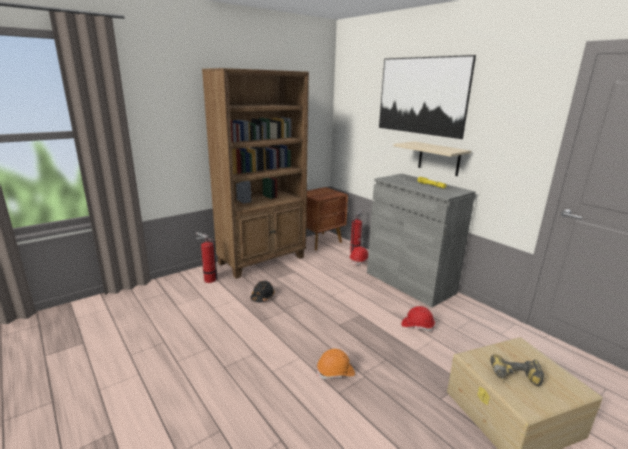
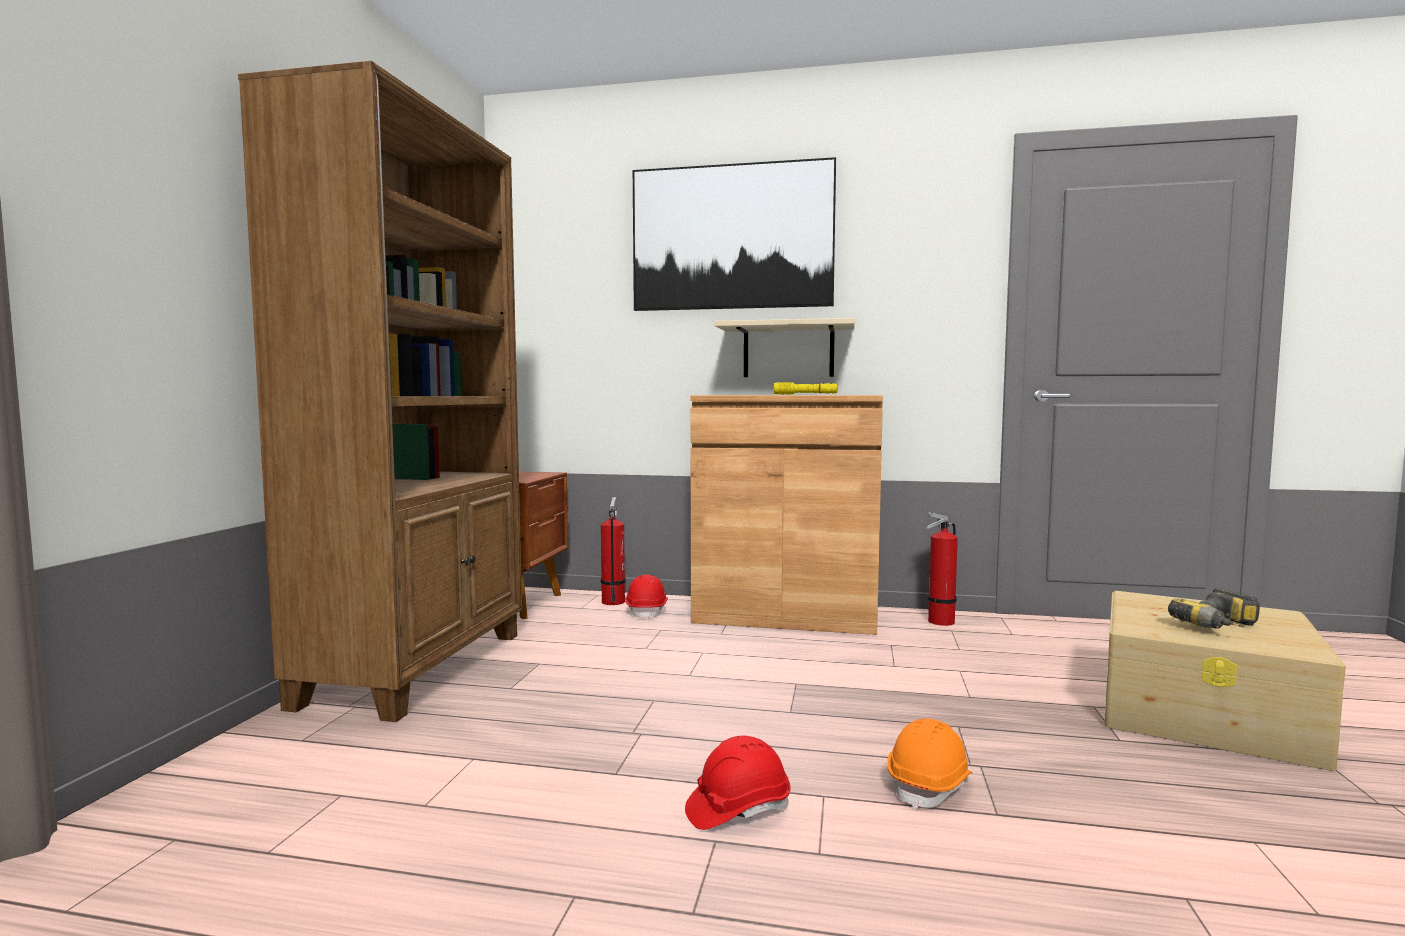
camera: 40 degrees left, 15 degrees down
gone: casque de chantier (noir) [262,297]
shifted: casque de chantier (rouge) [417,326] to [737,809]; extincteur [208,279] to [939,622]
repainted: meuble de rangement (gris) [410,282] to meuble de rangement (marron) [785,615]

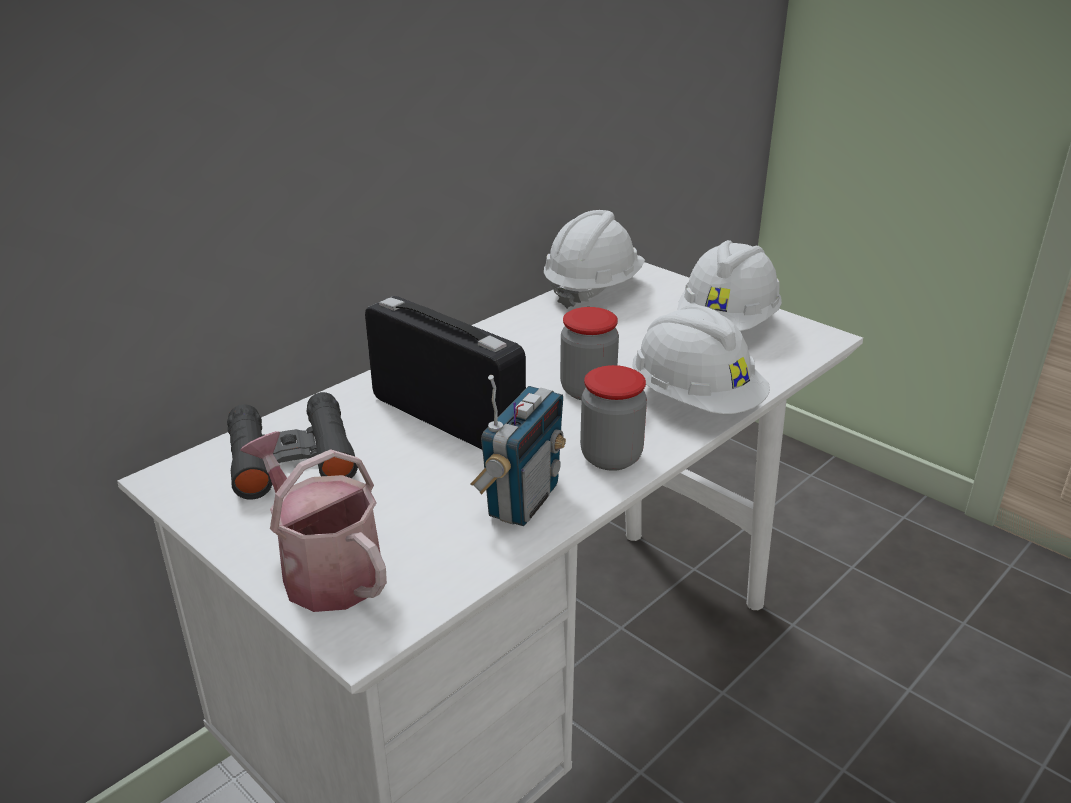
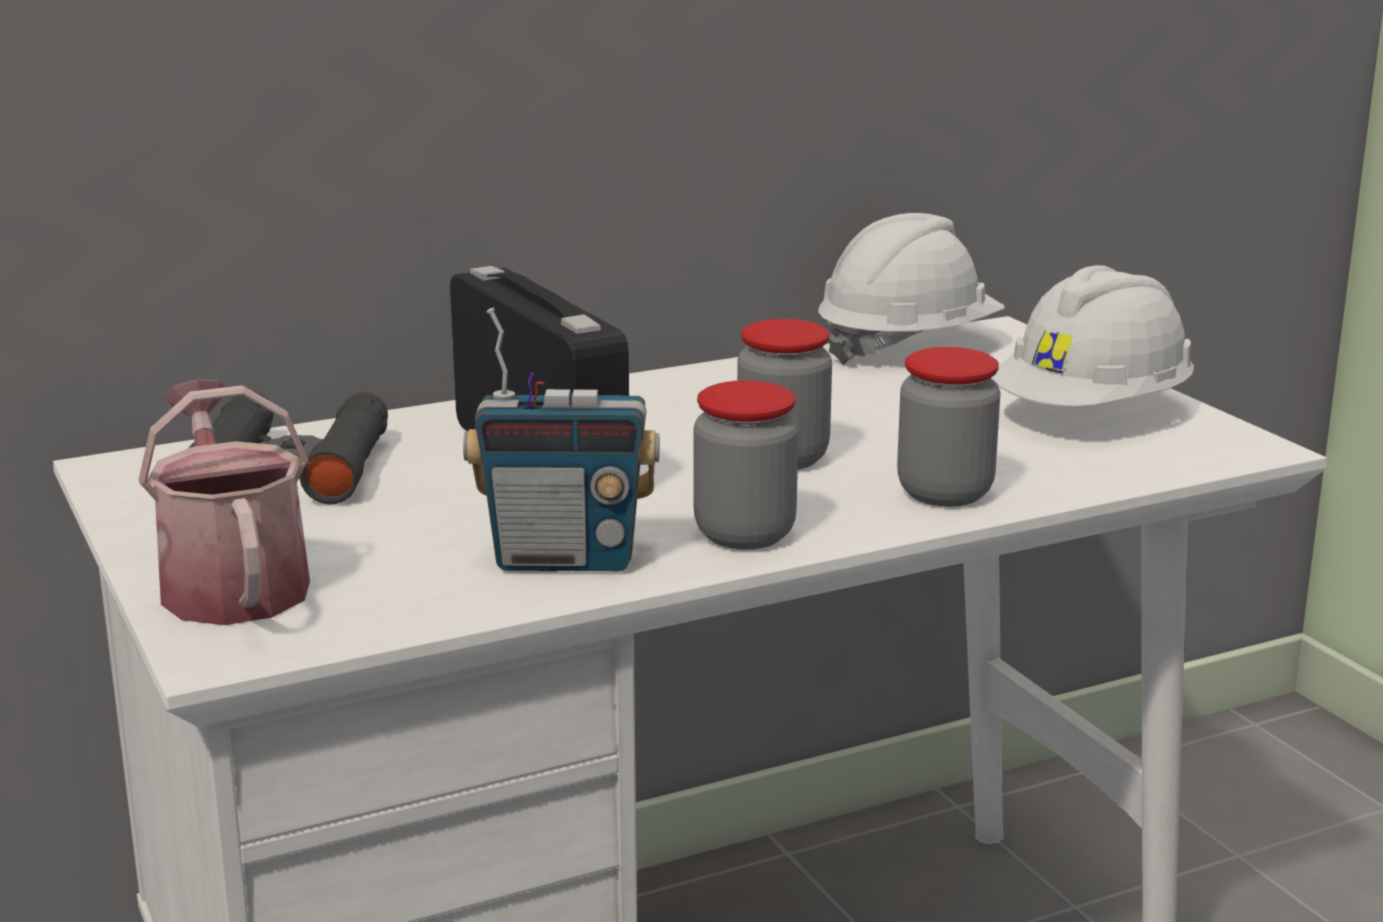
camera: 20 degrees right, 10 degrees down
swapped: casque de chantier (blanc) [695,401] to bocal [945,493]
rotated: radio [522,501] = [565,559] 45 degrees clockwise

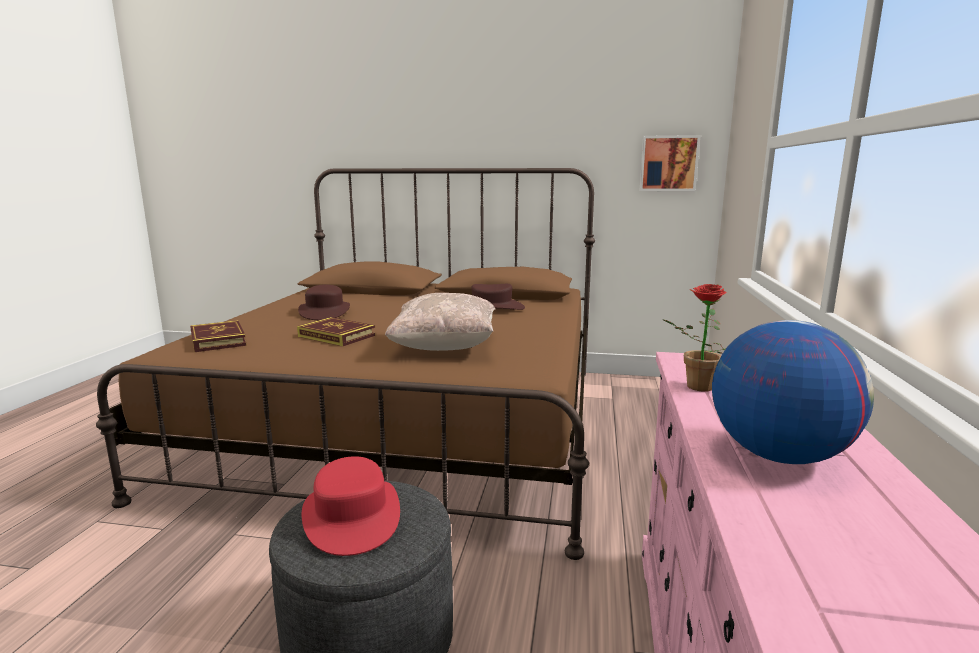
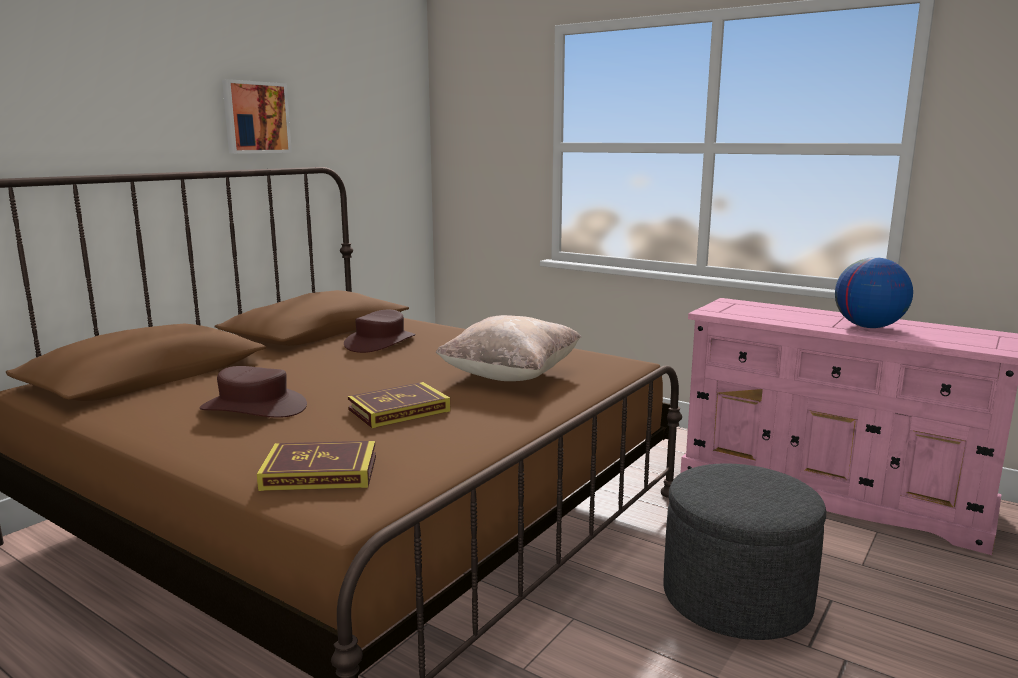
camera: 65 degrees left, 0 degrees up
gone: chapeau (rouge) [351,516]; plante en pot [695,387]
shifted: tableau [668,163] to [255,117]

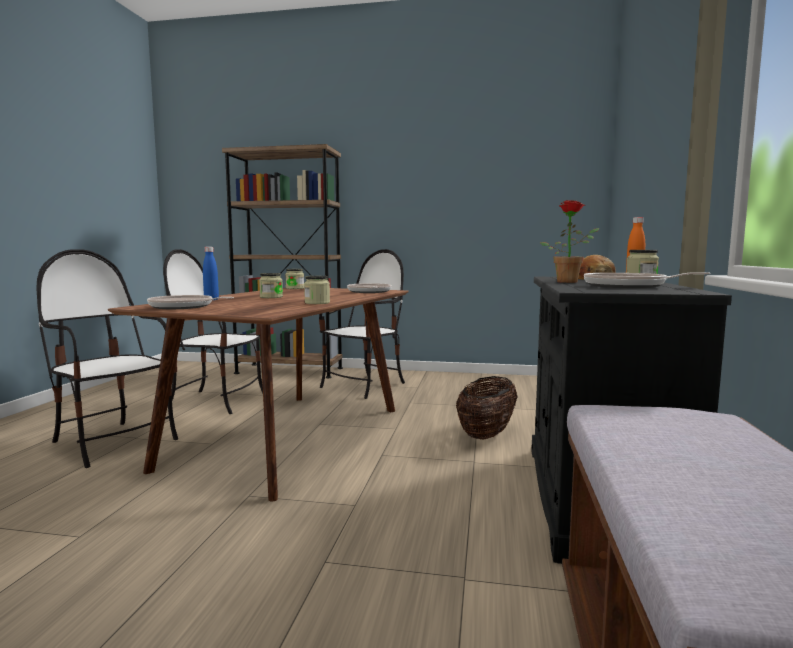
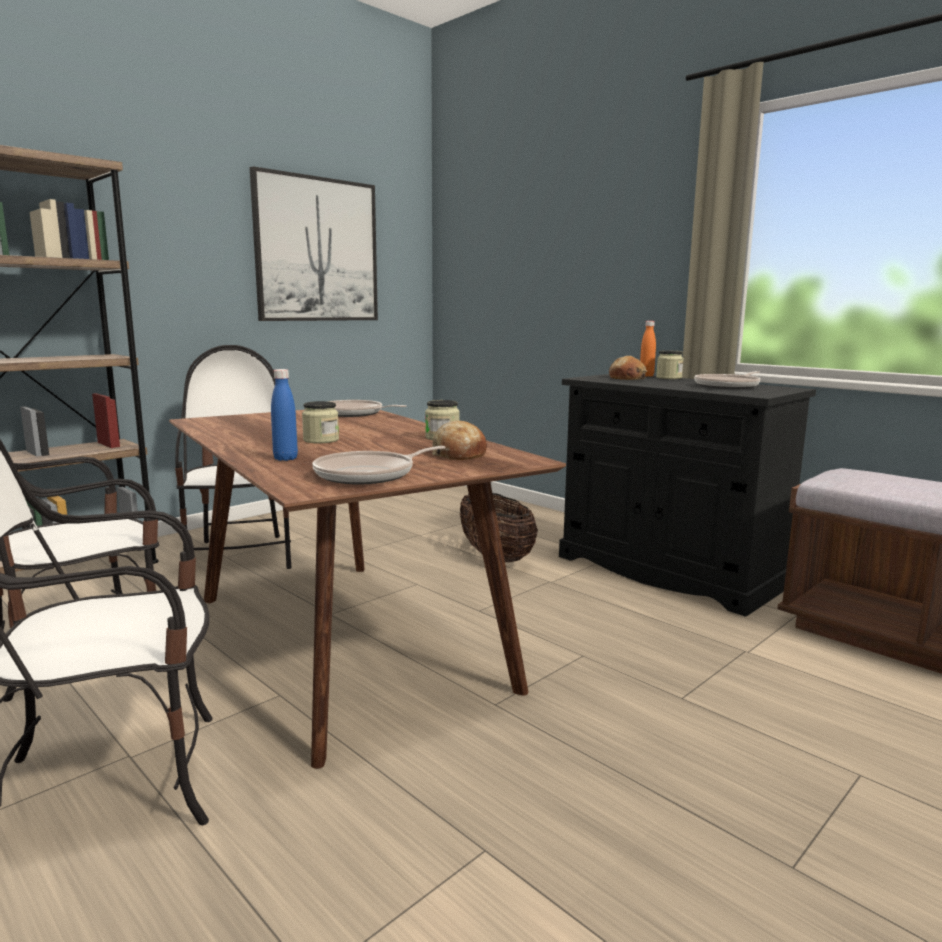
camera: 55 degrees left, 5 degrees up
gone: bocal [295,288]; plante en pot [570,281]
new: tableau [317,250]; pain [459,454]

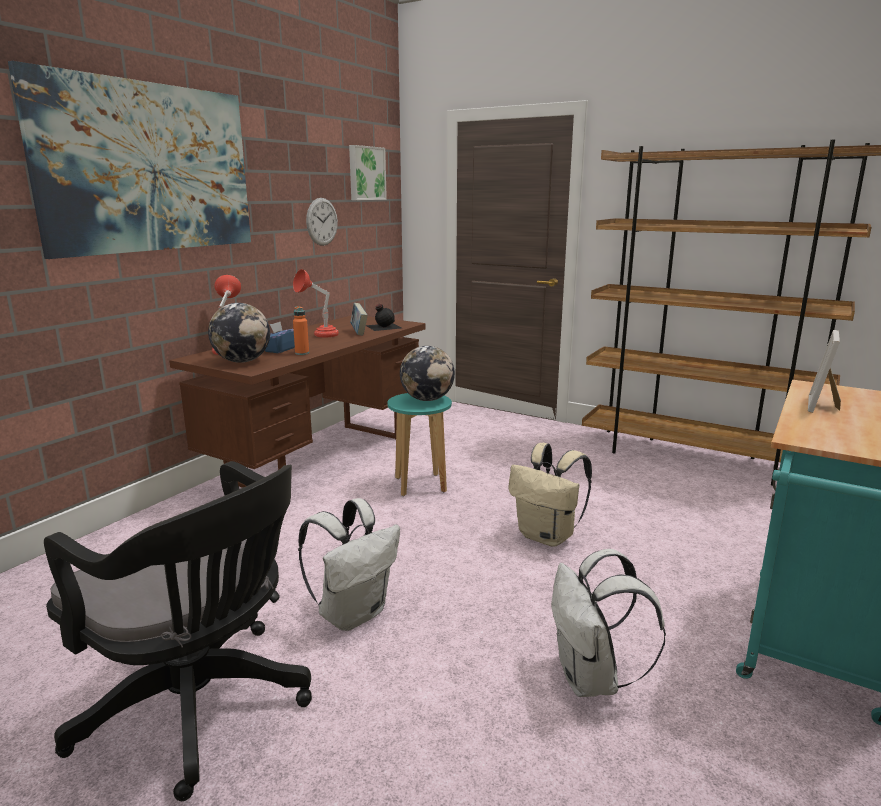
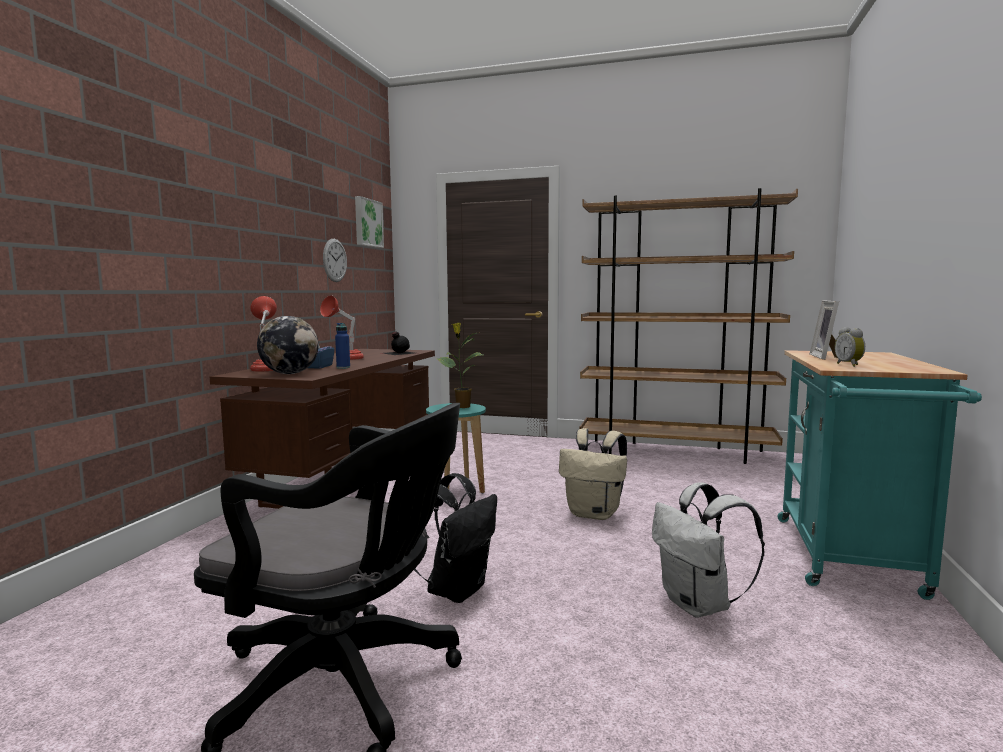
camera: 15 degrees left, 10 degrees down
gone: tableau [149,168]; livre [359,332]
new: réveil [850,365]
swapped: globe [427,399] to plante en pot [462,406]
repainted: bouteille (orange) [302,353] to bouteille (bleu) [343,367]; sac à dos (blanc) [353,613] to sac à dos (noir) [456,589]

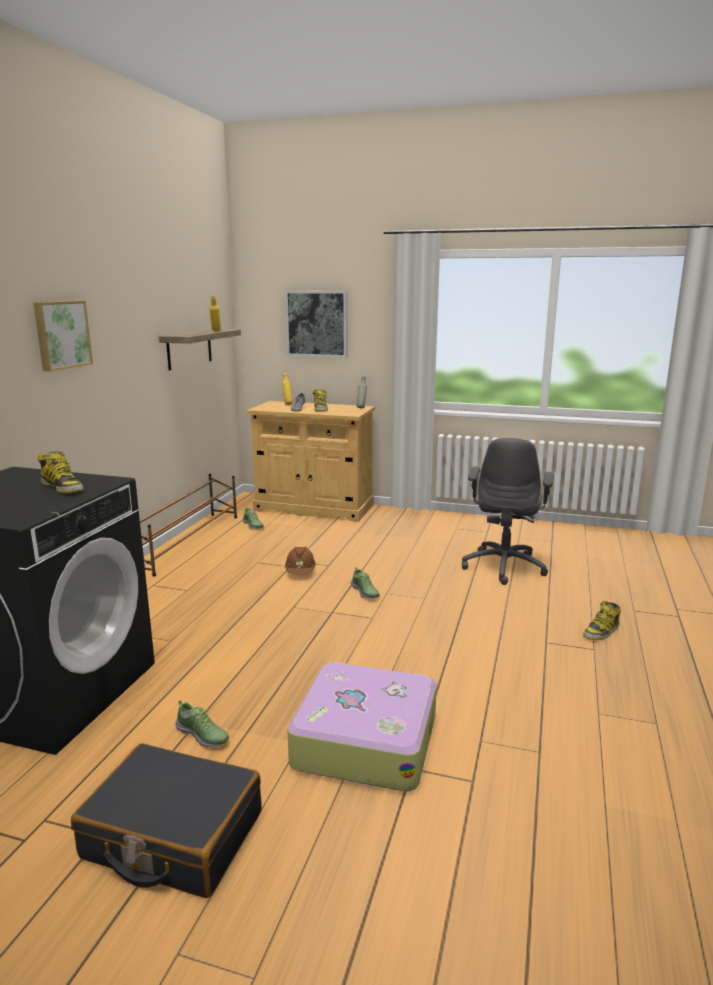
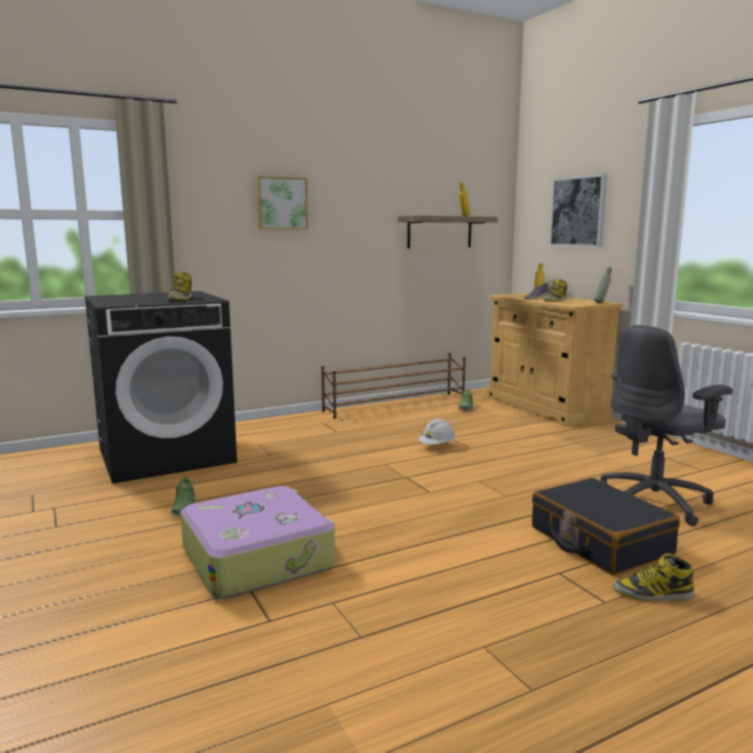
camera: 45 degrees right, 5 degrees down
gone: chaussure [365,592]
shifted: valise (noir) [172,836] to [599,541]
repainted: casque de chantier (marron) [300,573] to casque de chantier (blanc) [437,446]

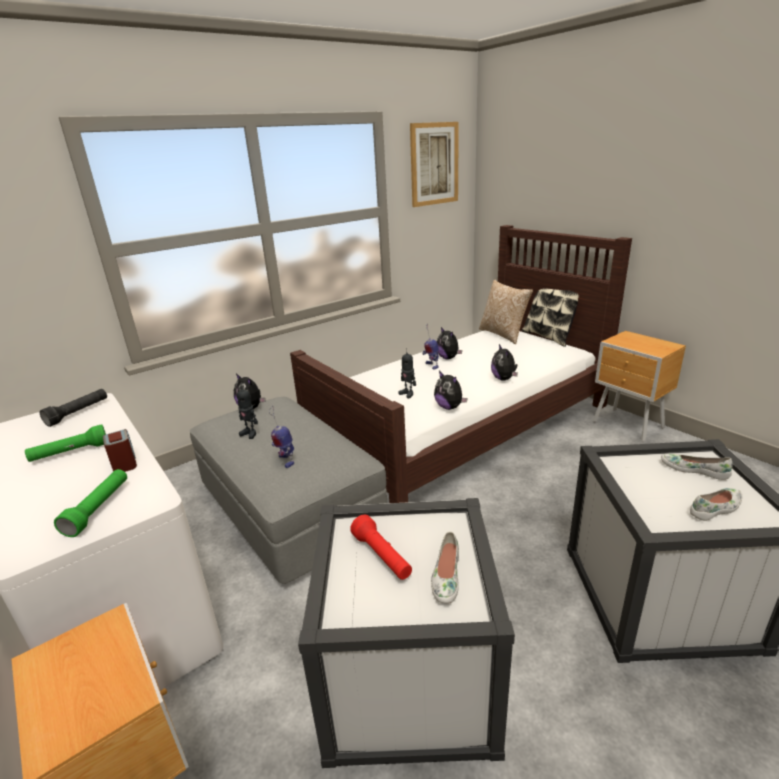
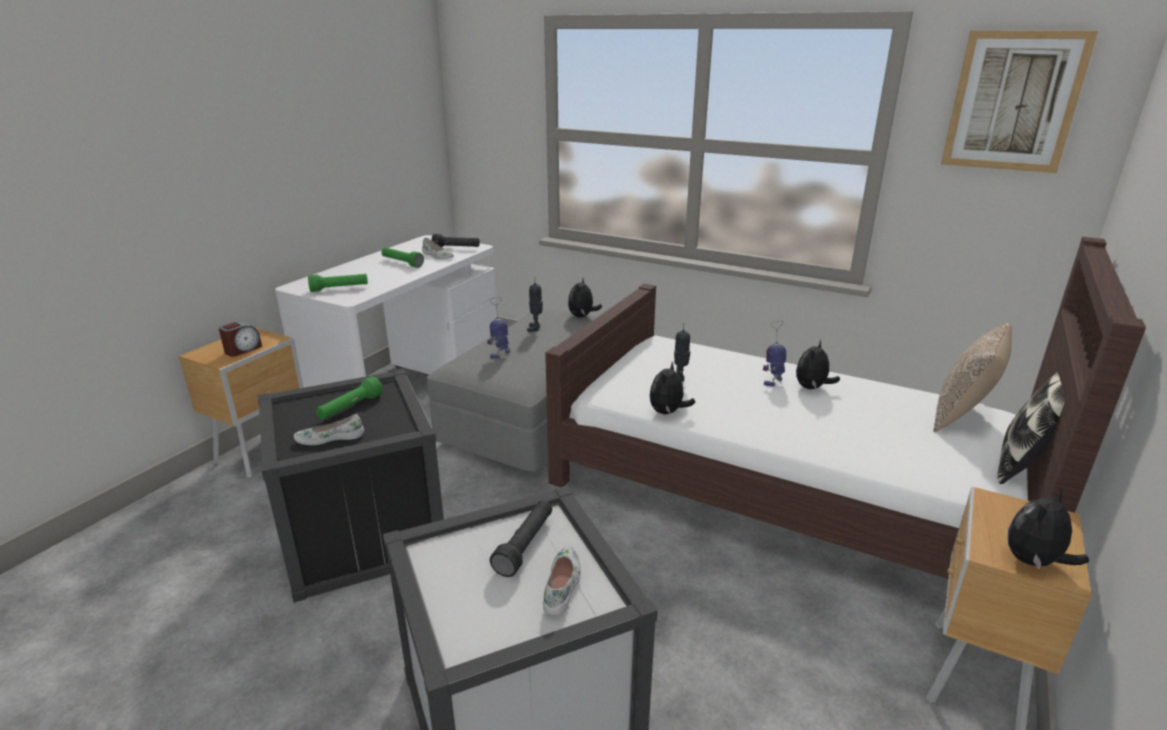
camera: 65 degrees right, 0 degrees up
new: lampe de poche (noir) [525,545]
shifted: réveil [124,462] to [243,350]; chaussure (blanc) [716,508] to [437,256]; peluche [504,379] to [1034,562]
repainted: boîte de rangement (blanc) [409,677] to boîte de rangement (noir) [363,534]; lampe de poche (rouge) [382,556] to lampe de poche (vert) [350,408]

